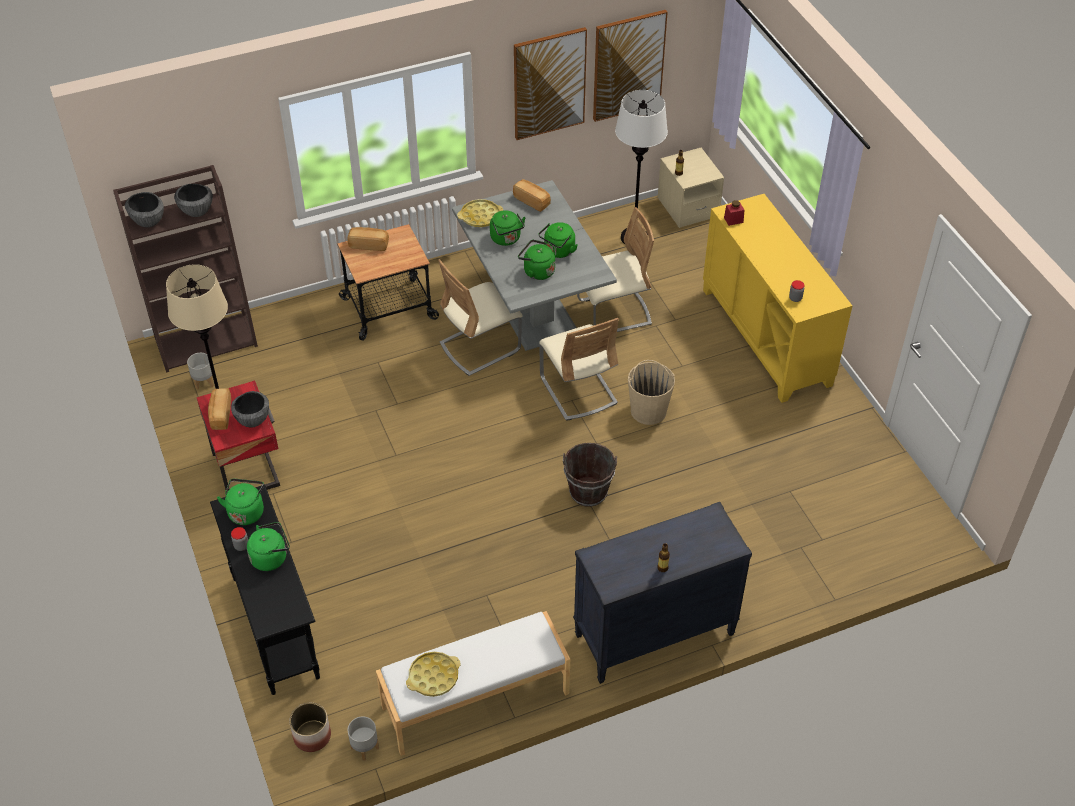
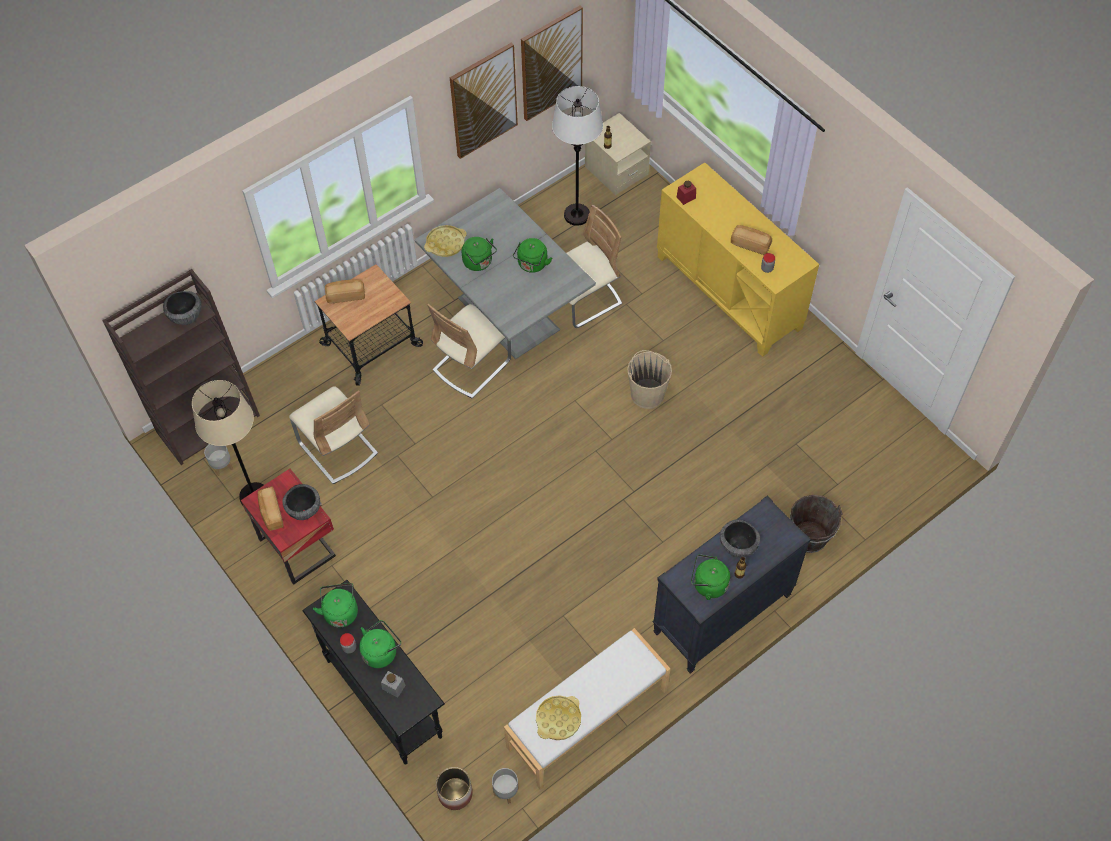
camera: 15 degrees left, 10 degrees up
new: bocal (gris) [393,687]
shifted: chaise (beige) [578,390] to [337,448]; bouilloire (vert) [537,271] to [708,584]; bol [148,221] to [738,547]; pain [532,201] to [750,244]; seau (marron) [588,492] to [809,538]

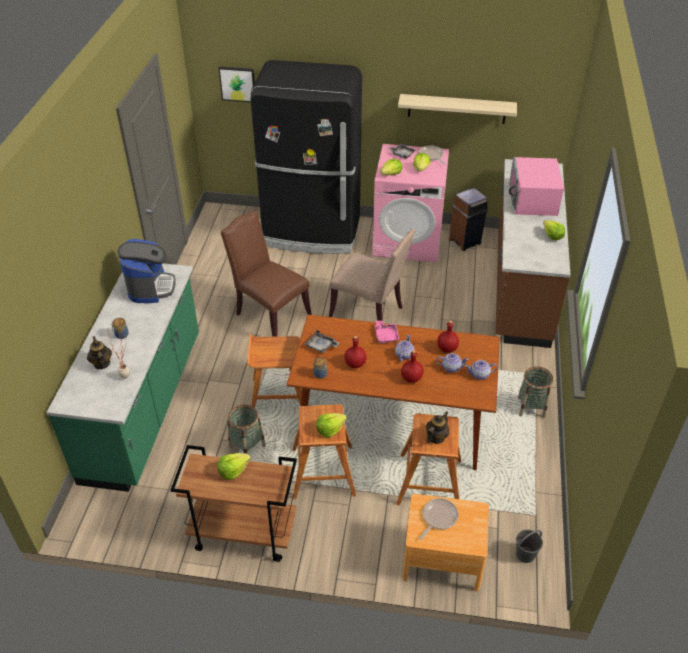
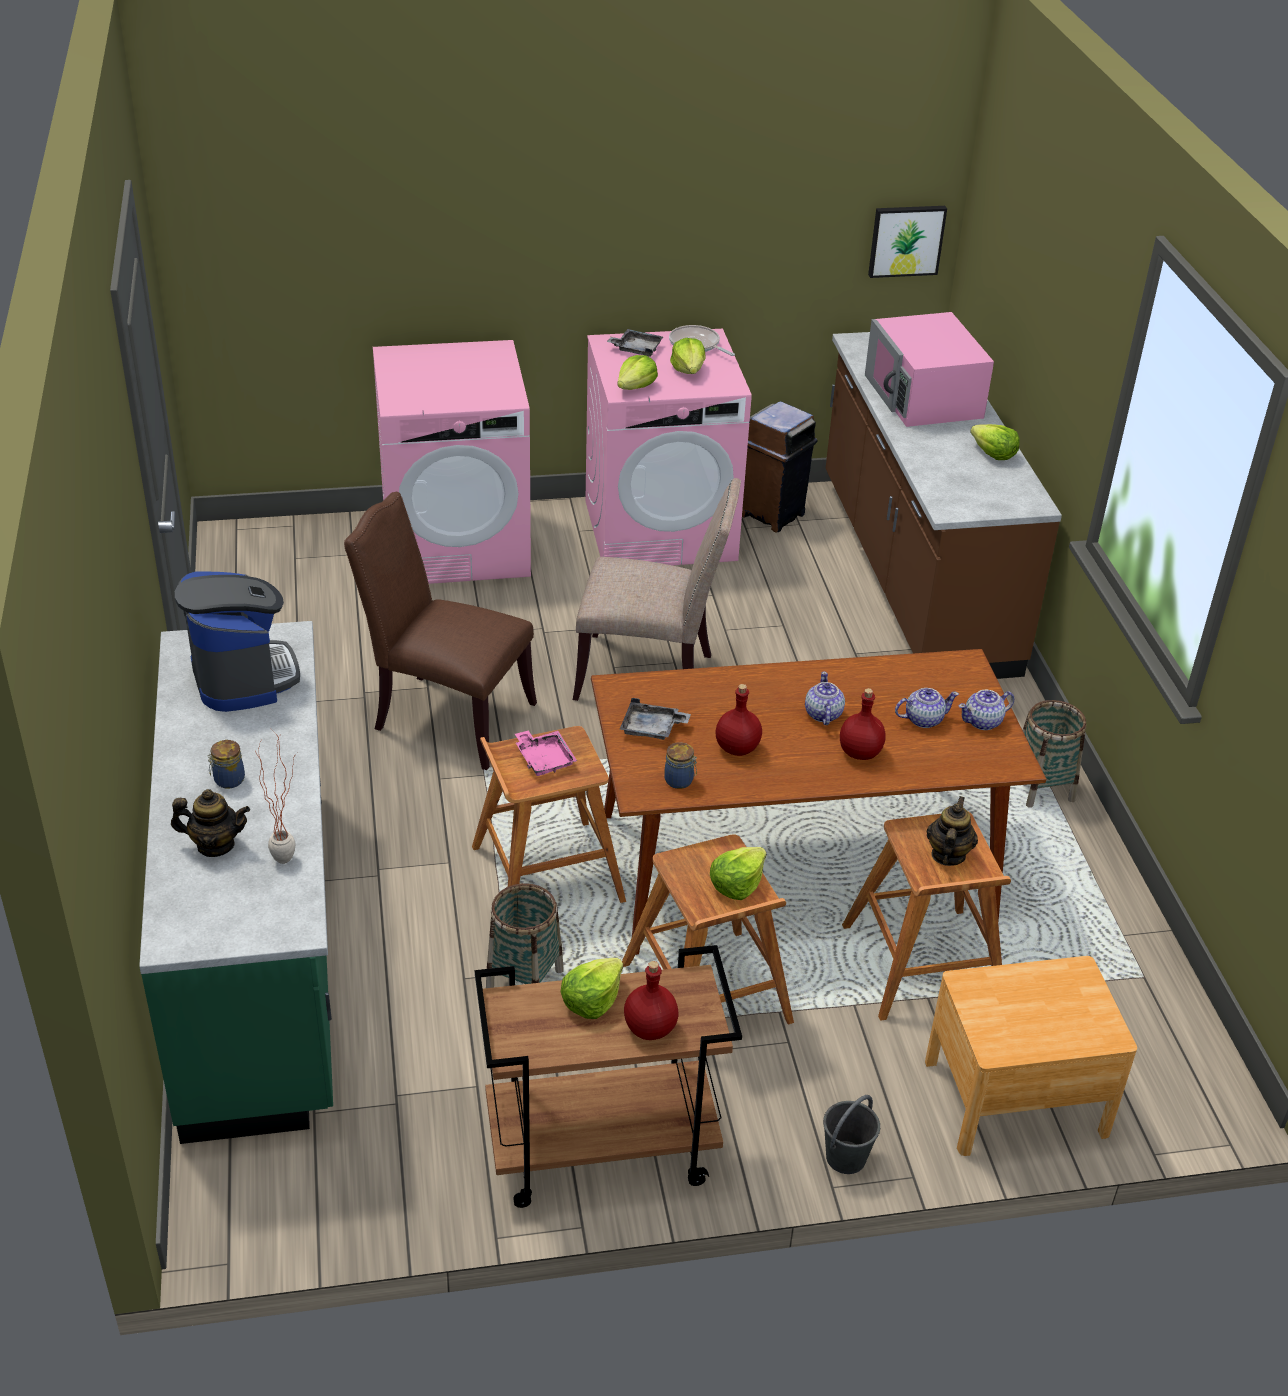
camera: 20 degrees left, 5 degrees down
gone: étagère [457,109]; poêle [438,517]
shifted: plateau (rose) [386,335] to [544,759]; bouteille (rouge) [447,348] to [650,1028]; seau (gris) [525,554] to [845,1158]; tableau [238,83] to [906,240]
swapped: réfrigérateur (noir) [311,232] to lave-linge (rose) [457,545]
rotated: théière [101,364] = [215,845] 135 degrees clockwise

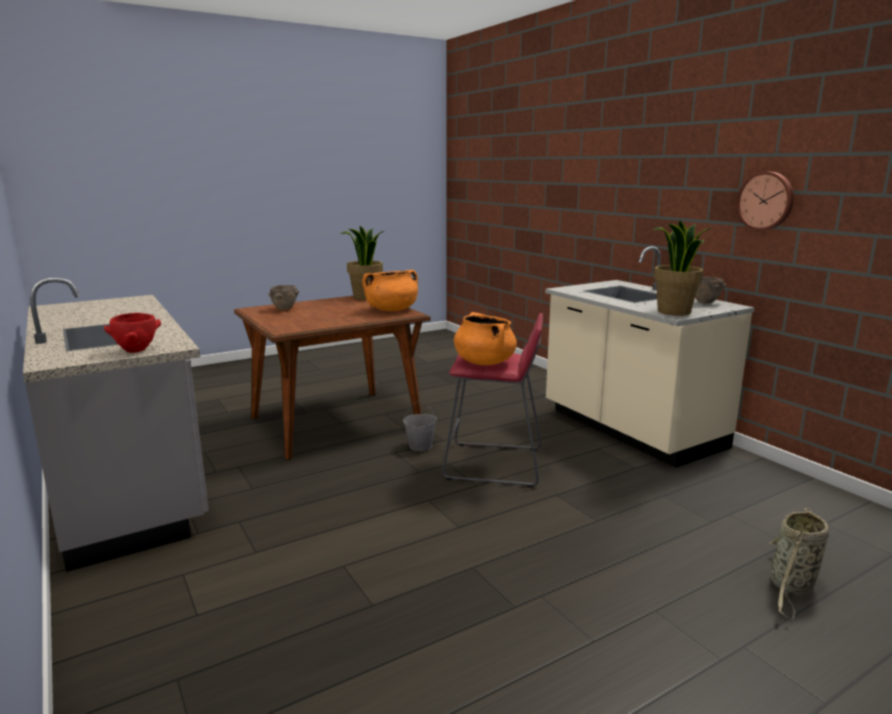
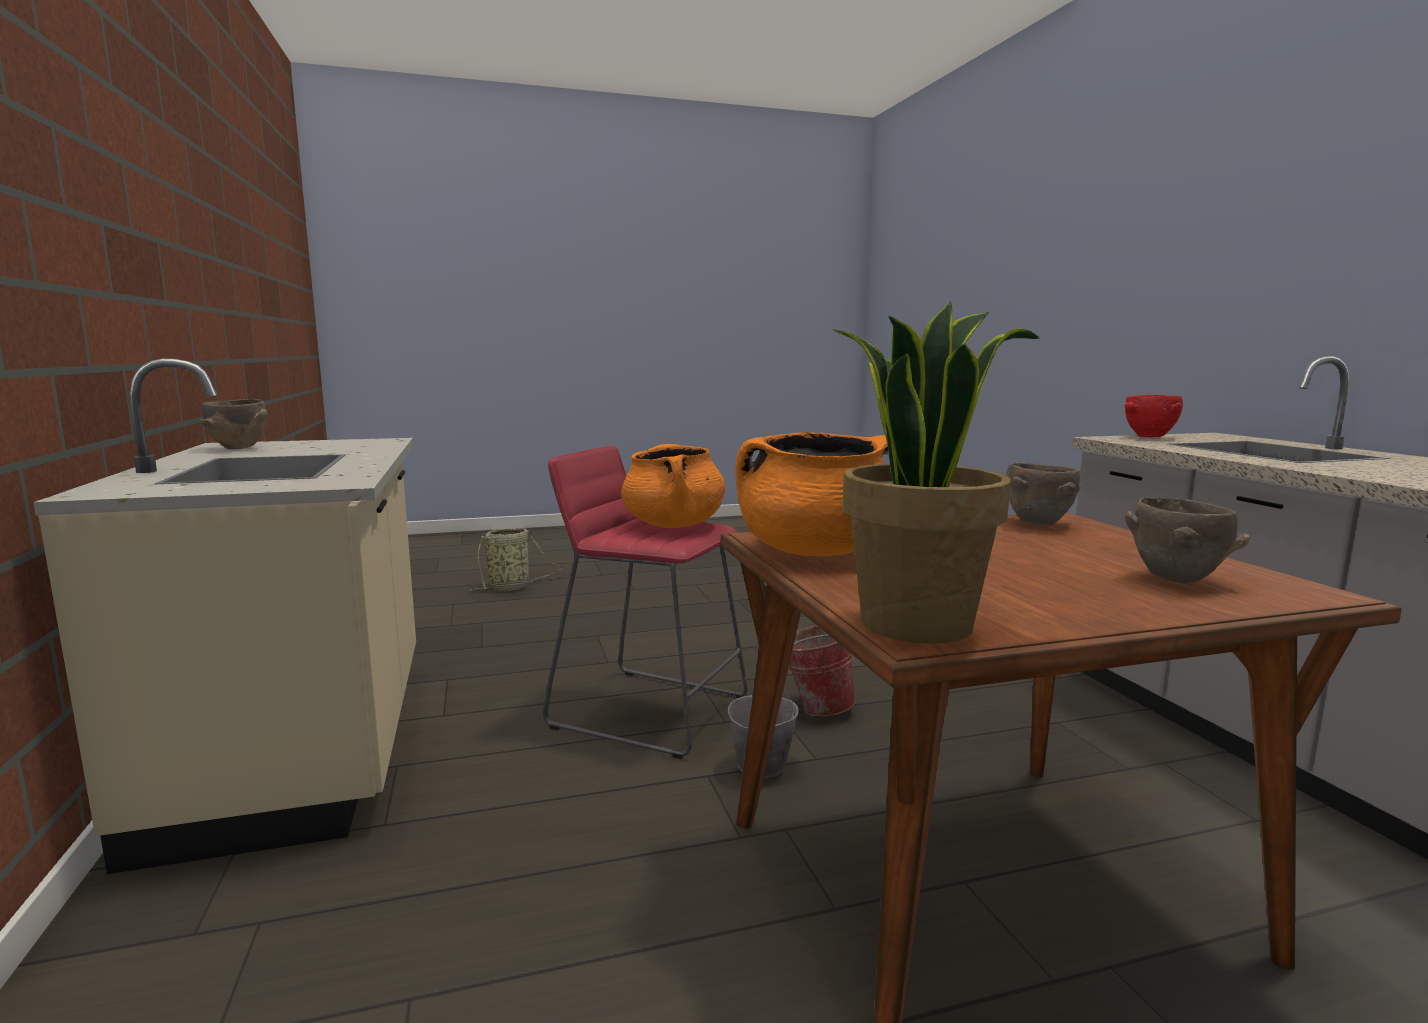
camera: 165 degrees left, 5 degrees down
gone: plante en pot [674,312]; horloge murale [766,201]
new: seau [816,708]; bol (marron) [1039,524]

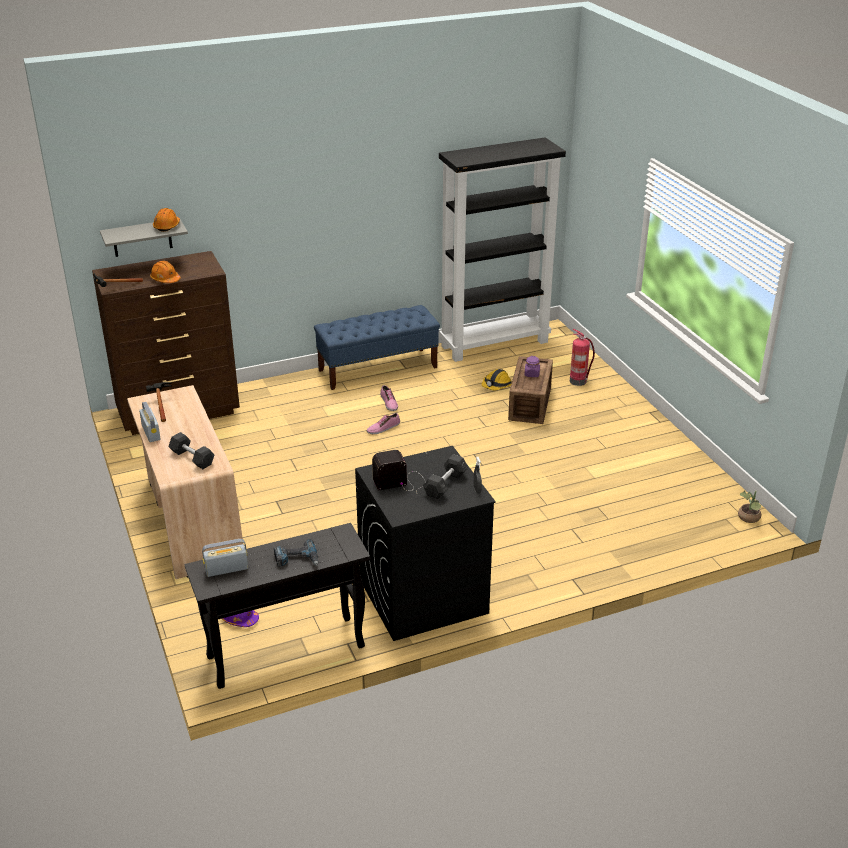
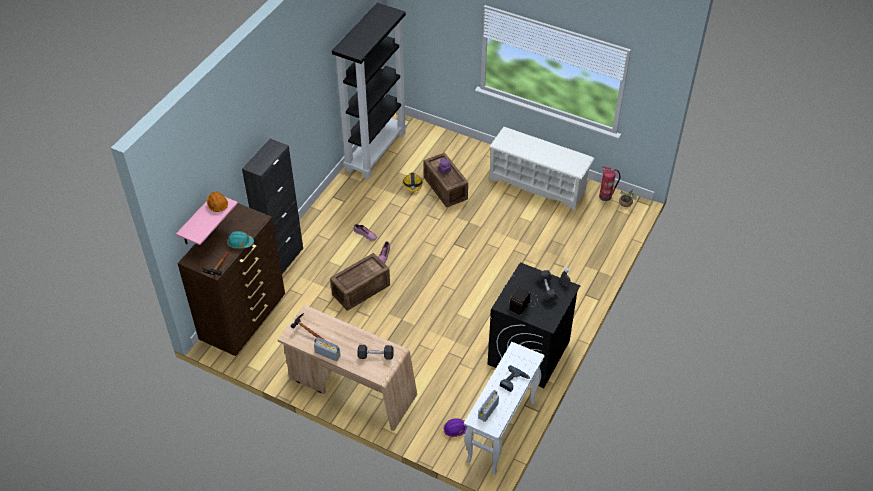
camera: 40 degrees left, 15 degrees up
gone: banc (bleu) [378,369]
new: meuble de rangement (noir) [282,260]; caisse [360,290]; étagère à chaussures (blanc) [538,184]
shifted: extincteur [579,381] to [606,196]
repainted: étagère (gris) [142,238] to étagère (rose) [197,221]; casque de chantier (orange) [165,279] to casque de chantier (turquoise) [240,243]; table console (noir) [285,652] to table console (blanc) [501,432]

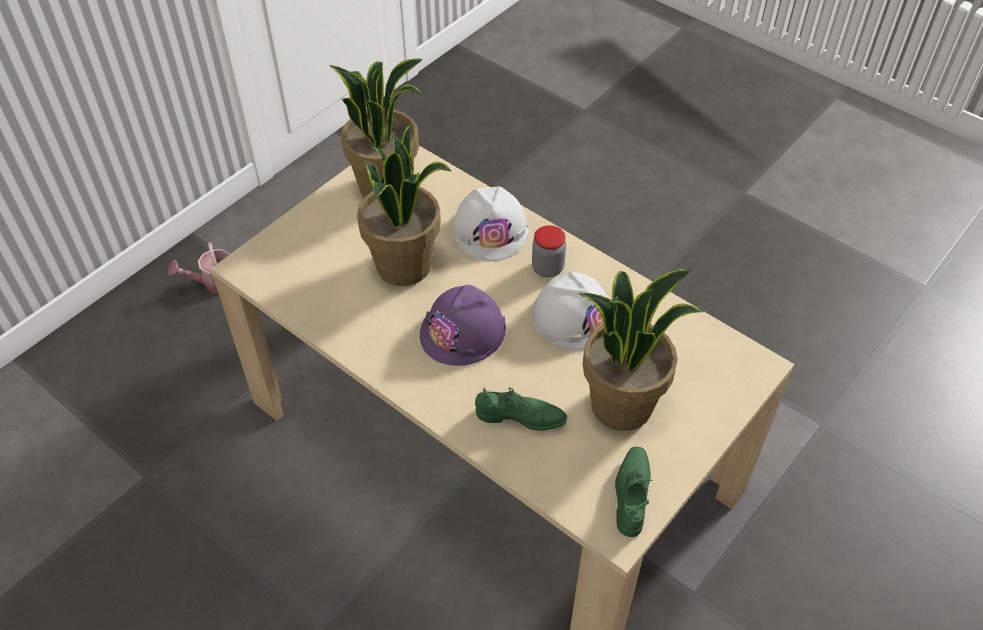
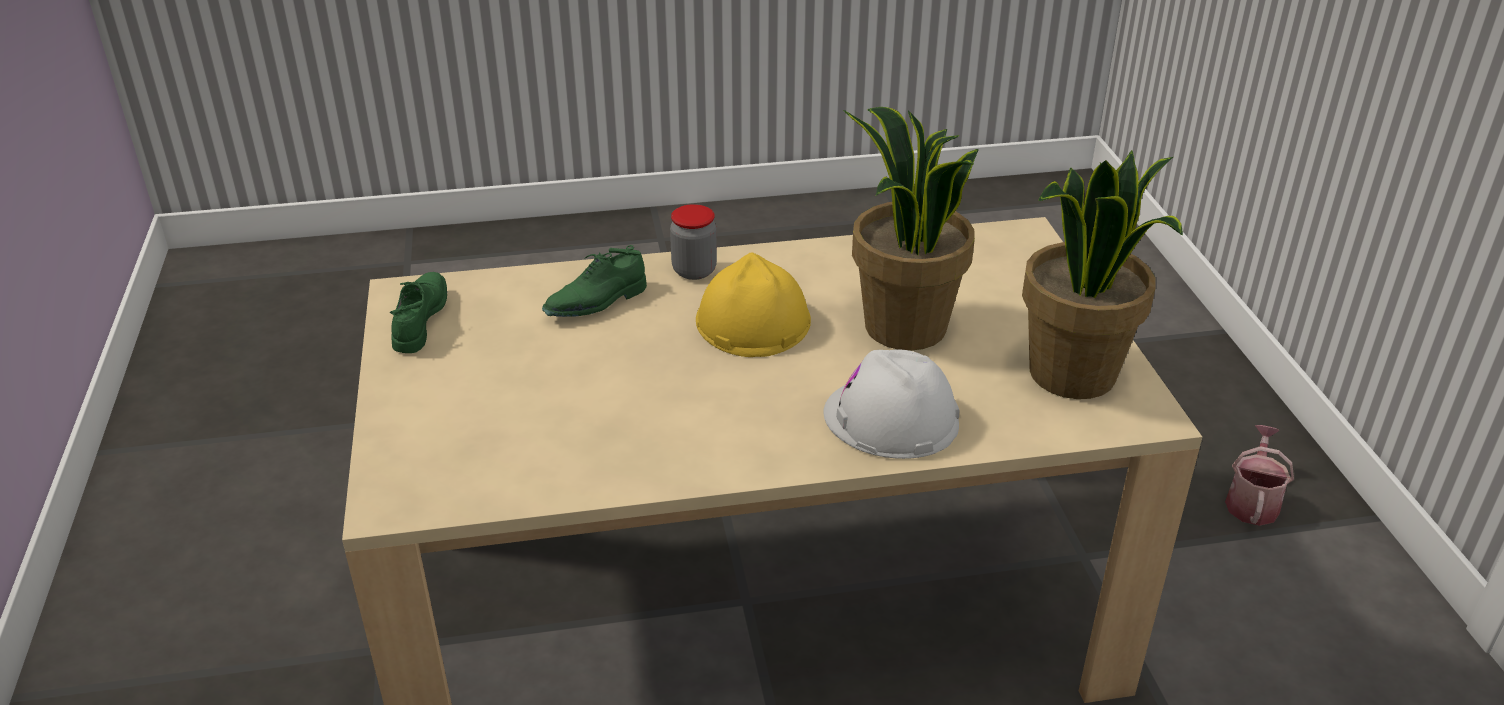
camera: 130 degrees right, 15 degrees down
gone: casque de chantier (blanc) [574,317]; plante en pot [621,404]
shifted: bocal [547,268] to [694,270]
repainted: casque de chantier (violet) [463,331] to casque de chantier (jaune) [752,321]
rotated: chaussure (vert) [632,494] = [420,320] 135 degrees counterclockwise

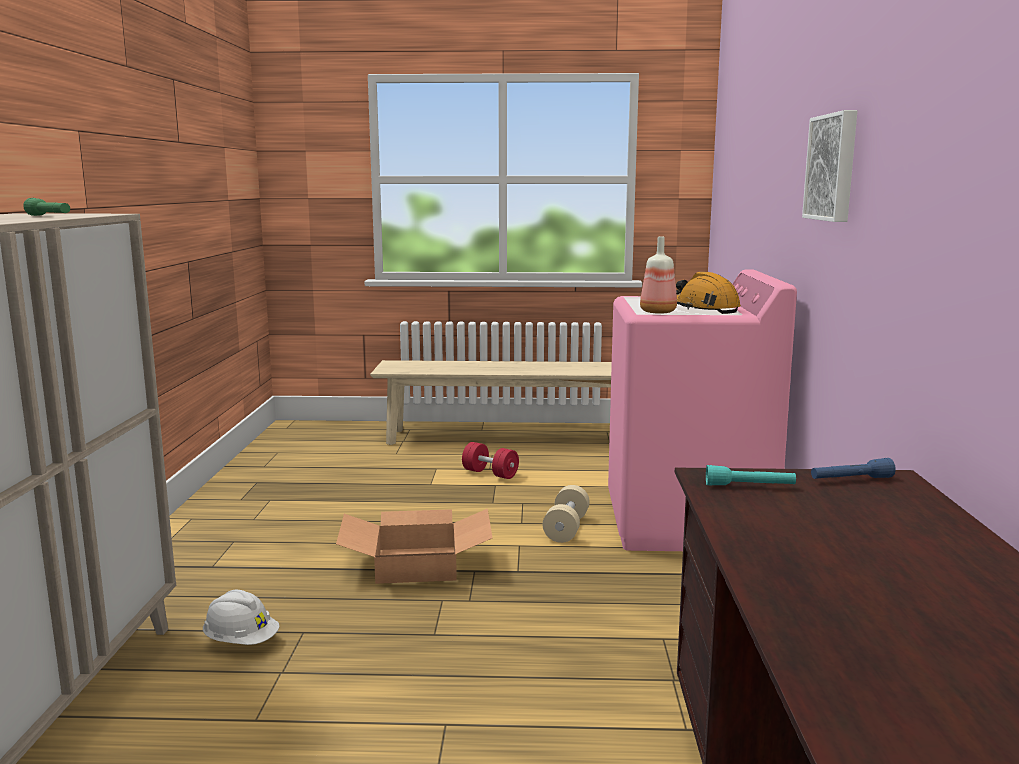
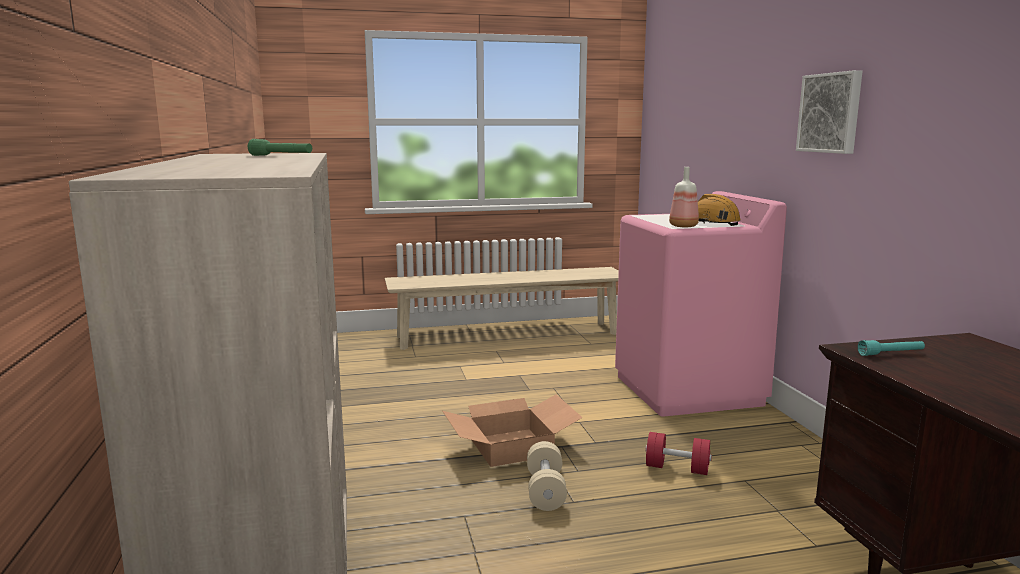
camera: 15 degrees left, 0 degrees up
gone: casque de chantier (blanc) [241,641]; lampe de poche (bleu) [851,479]
shifted: haltère (beige) [566,528] to [545,490]; haltère (rouge) [490,473] to [677,468]

